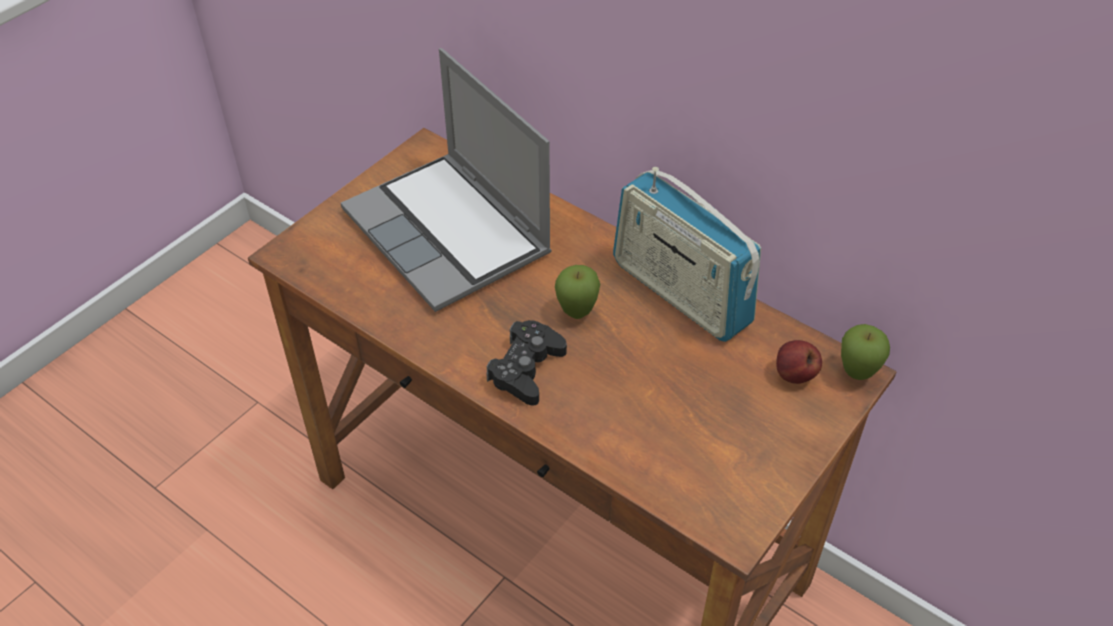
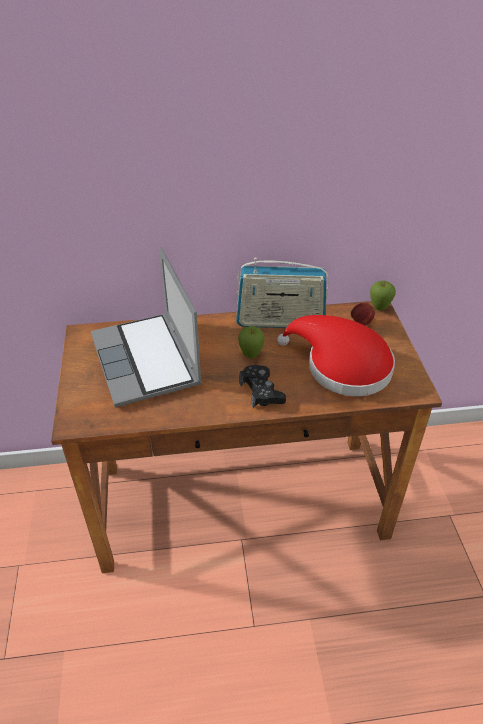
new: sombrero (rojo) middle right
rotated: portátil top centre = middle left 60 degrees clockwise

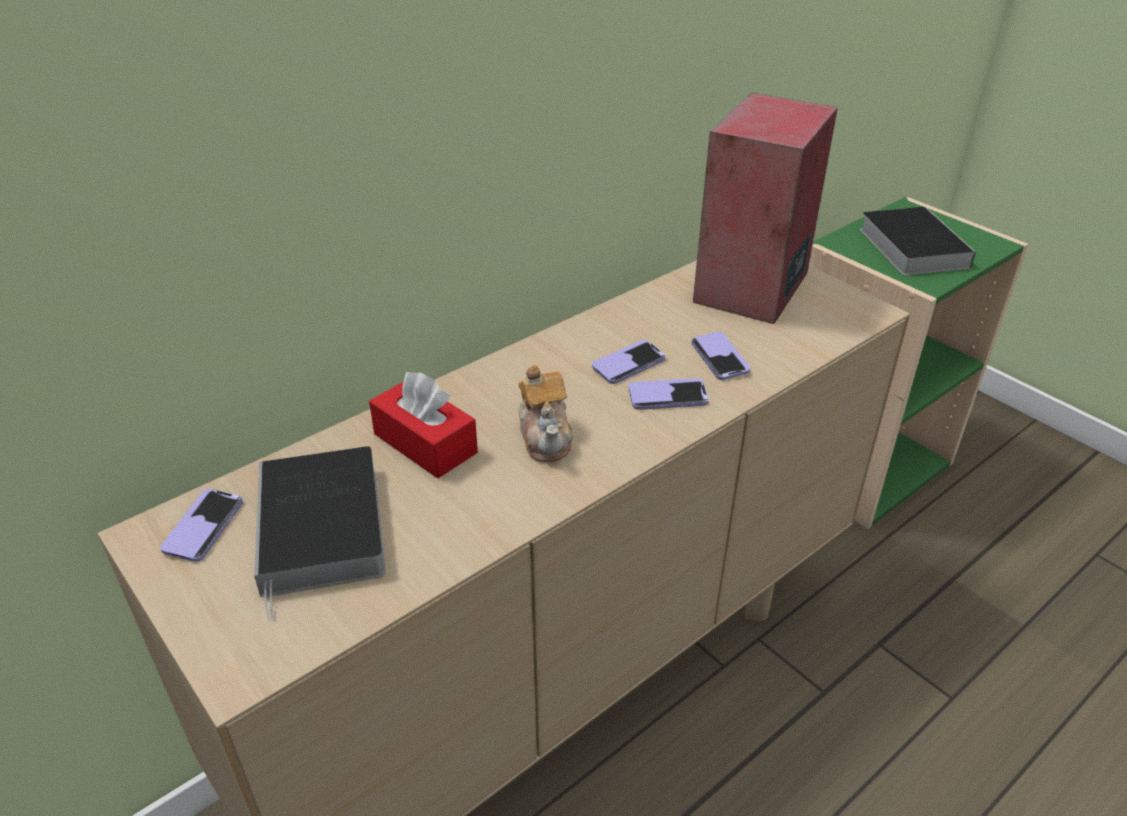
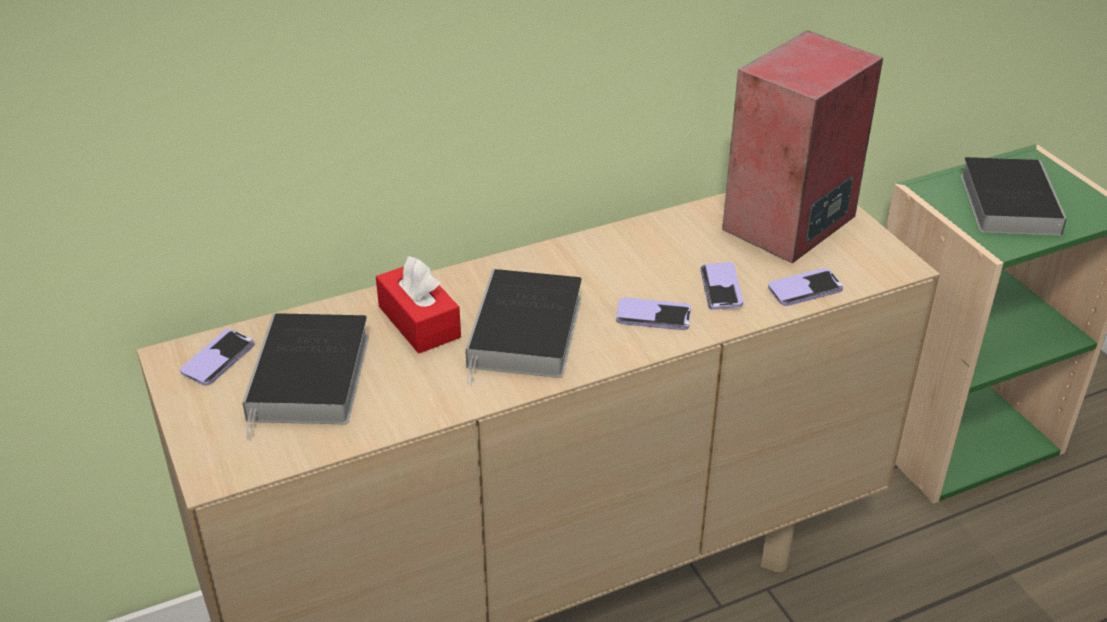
shifted: móvil (no. 2 from left in the first image) centre to móvil (no. 4 from left) middle right
swapped: tetera centre to libro (no. 2 from left) centre

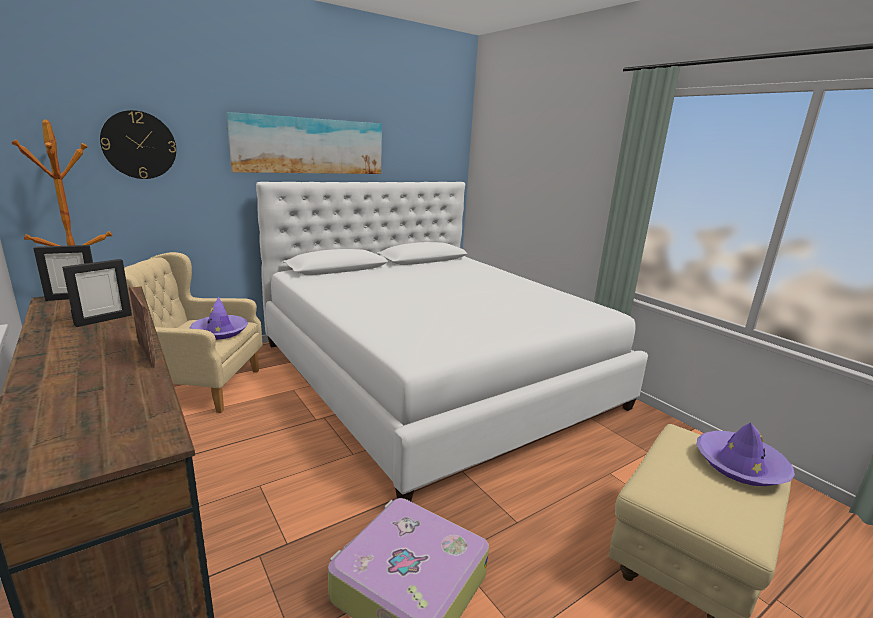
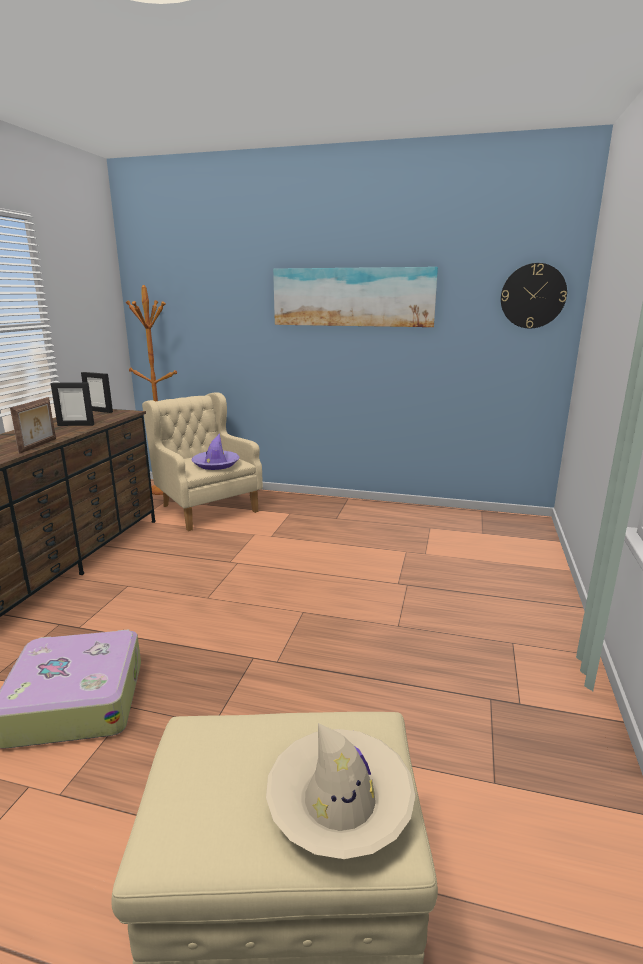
gone: cama (blanco) centre
shifted: reloj de pared top left to top right
repainted: sombrero (morado) (no. 2 from left) bottom right to sombrero (beis) bottom centre

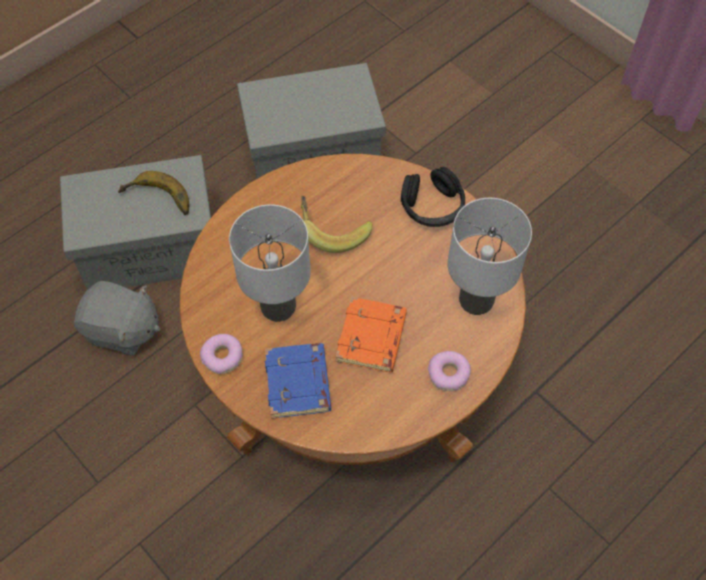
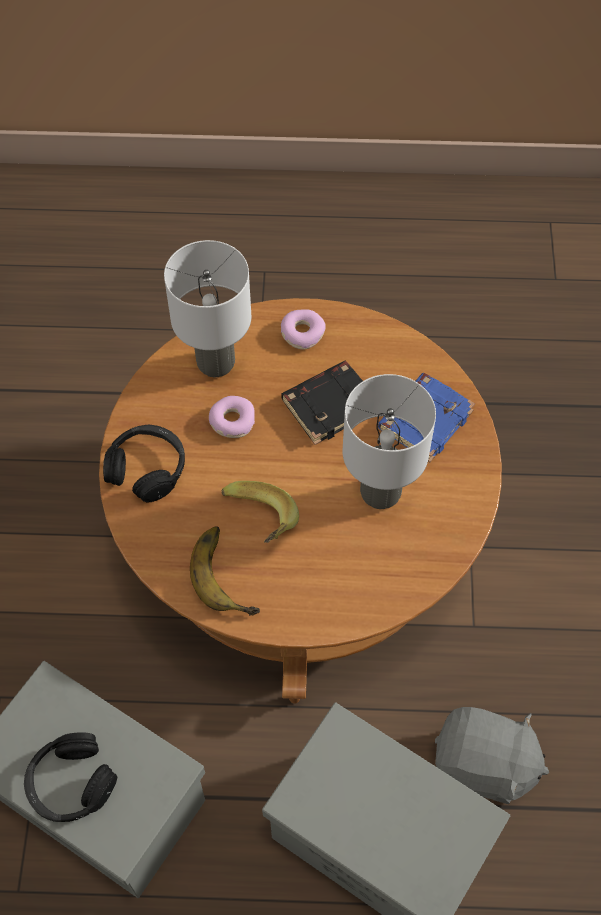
new: auriculares (negro) (no. 1 from left) bottom left
shifted: plátano (no. 1 from left) top left to centre; rosquilla (no. 1 from left) middle left to centre
repainted: libro (naranja) centre to libro (negro) centre
rotated: peluche (gris) middle left = bottom right 135 degrees clockwise

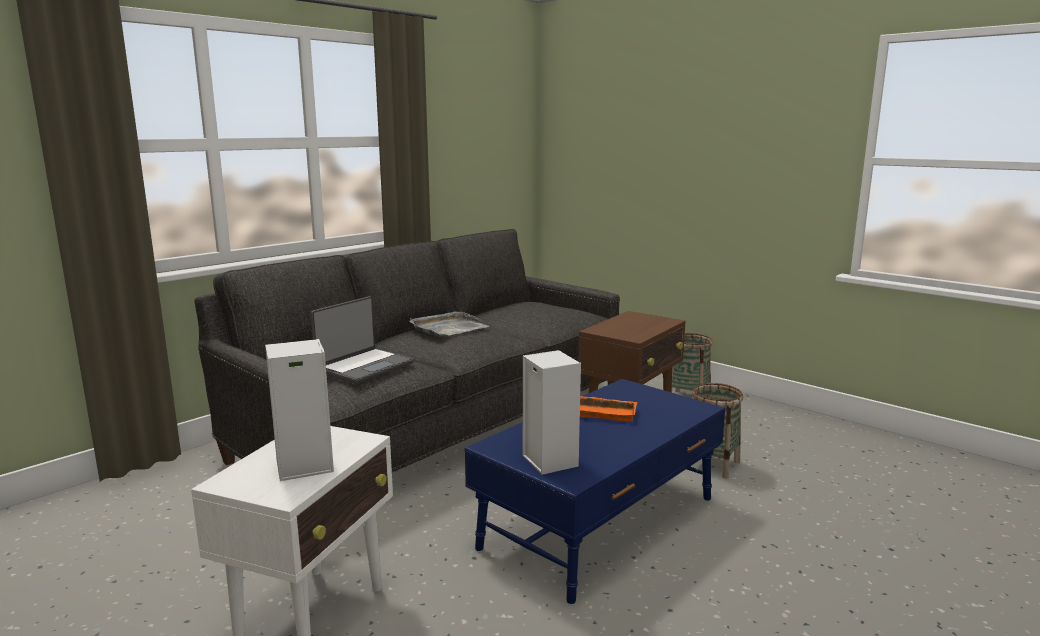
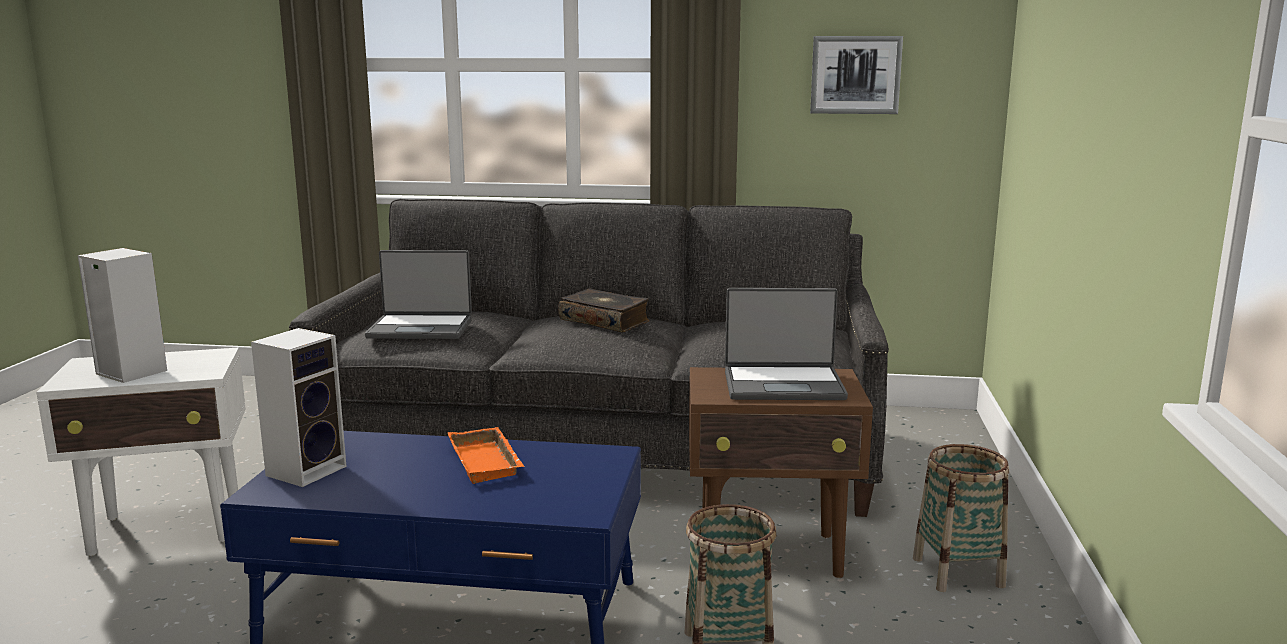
new: portátil (no. 2 from left) centre; cuadro top centre
swapped: bandeja (gris) centre to libro centre

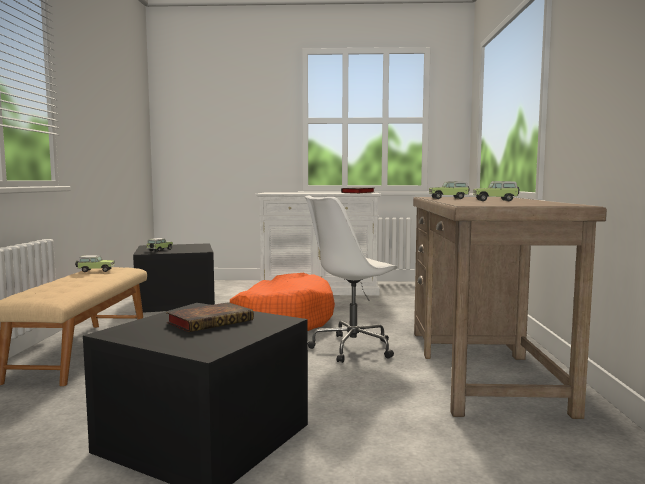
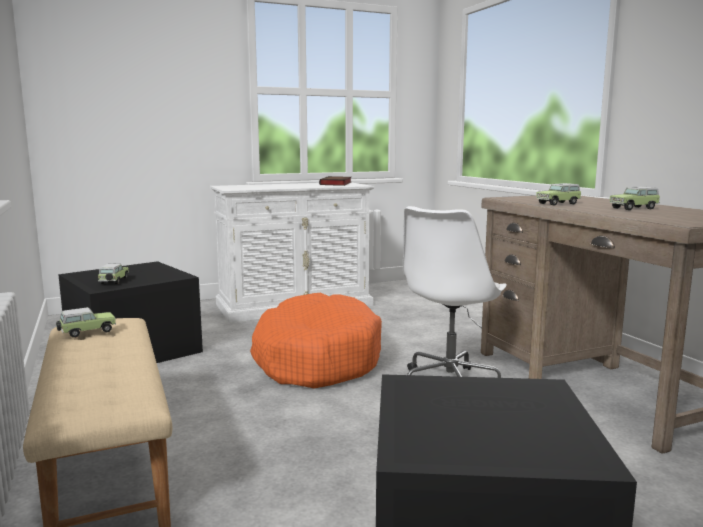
gone: libro (no. 1 from left) middle left

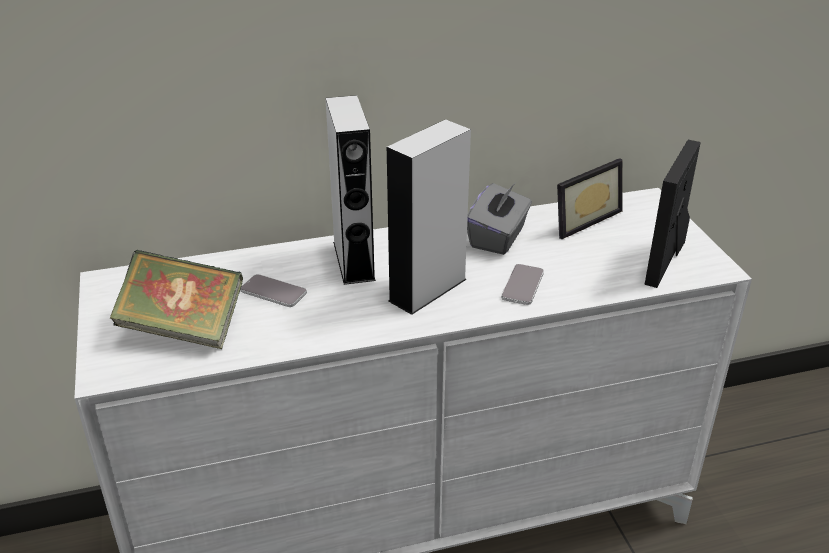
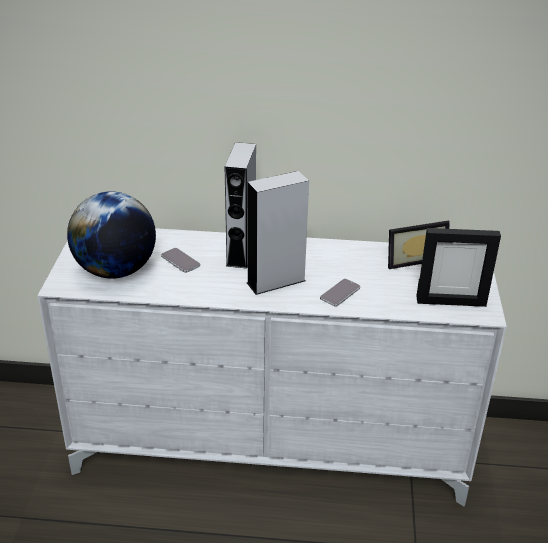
gone: caja de pañuelos (gris) centre
swapped: libro middle left to globo terráqueo middle left
rotated: portarretratos (no. 2 from left) middle right = middle right 135 degrees counterclockwise

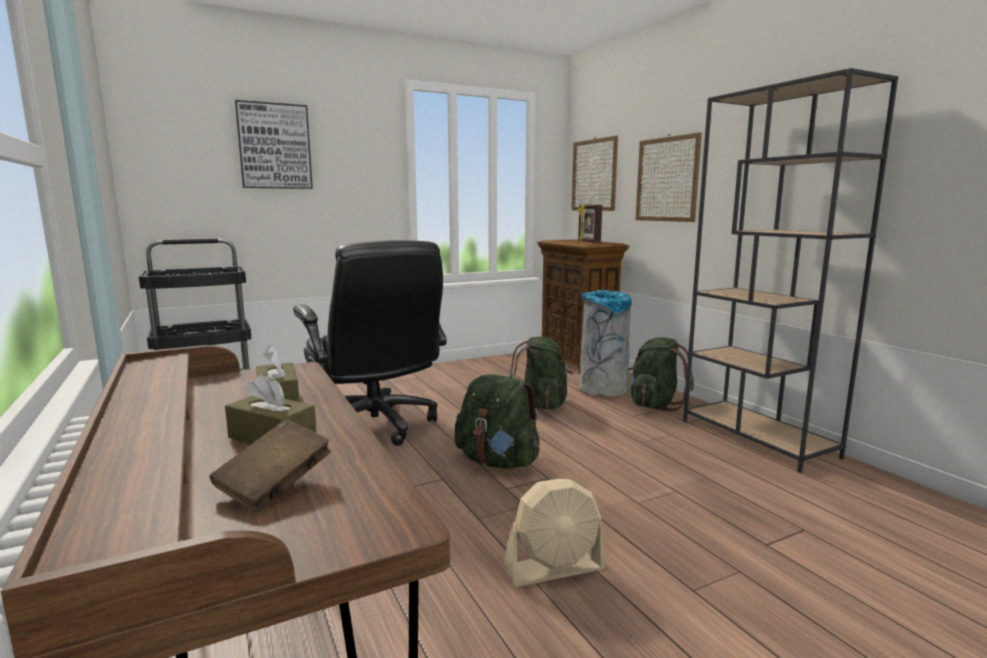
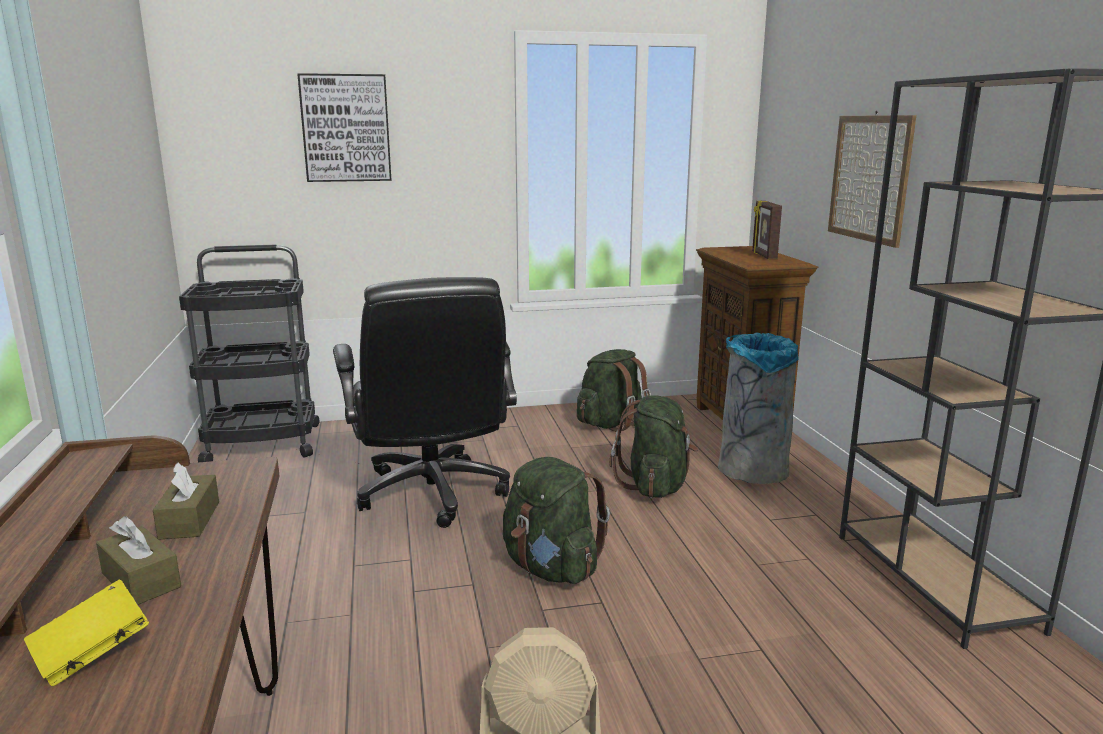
gone: cuadro (no. 2 from left) top centre
shifted: mochila (verde) (no. 3 from left in the first image) middle right to mochila (verde) (no. 2 from left) centre
repainted: libro (marrón) bottom left to libro (amarillo) bottom left

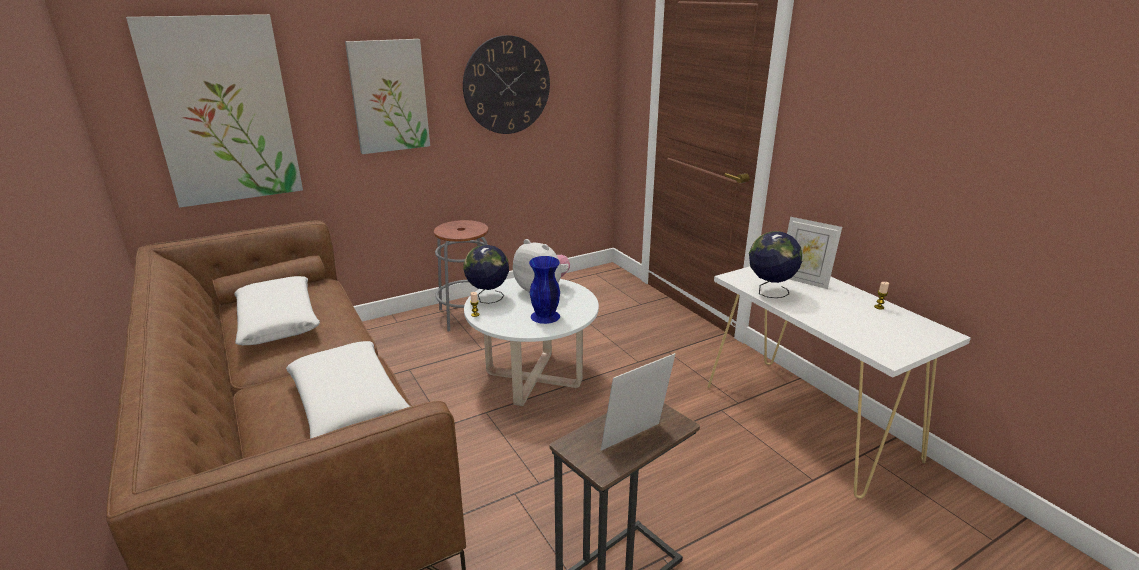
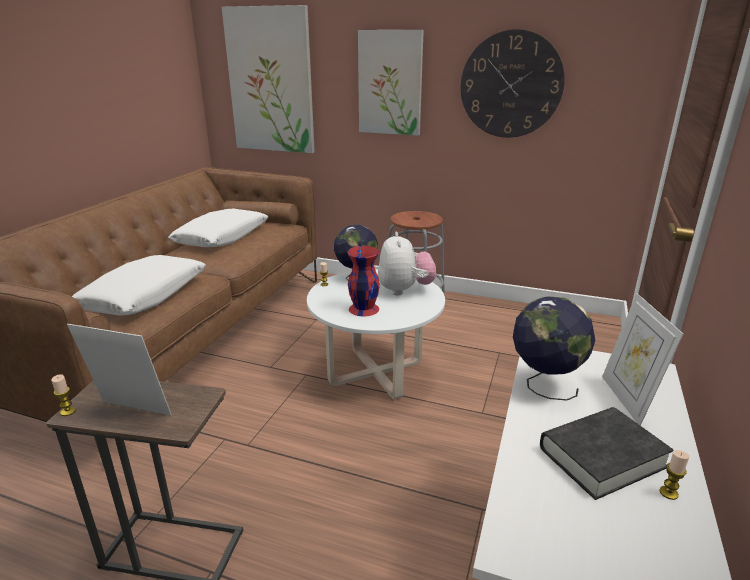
new: vela (no. 1 from left) bottom left; libro (negro) bottom right
repainted: florero (azul) centre to florero (rojo) centre

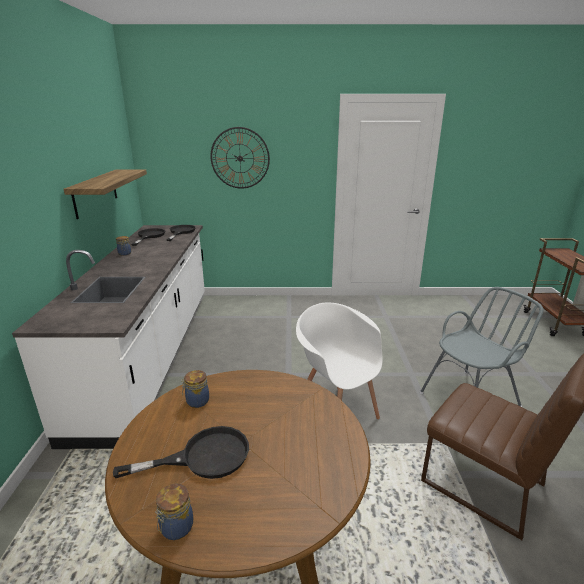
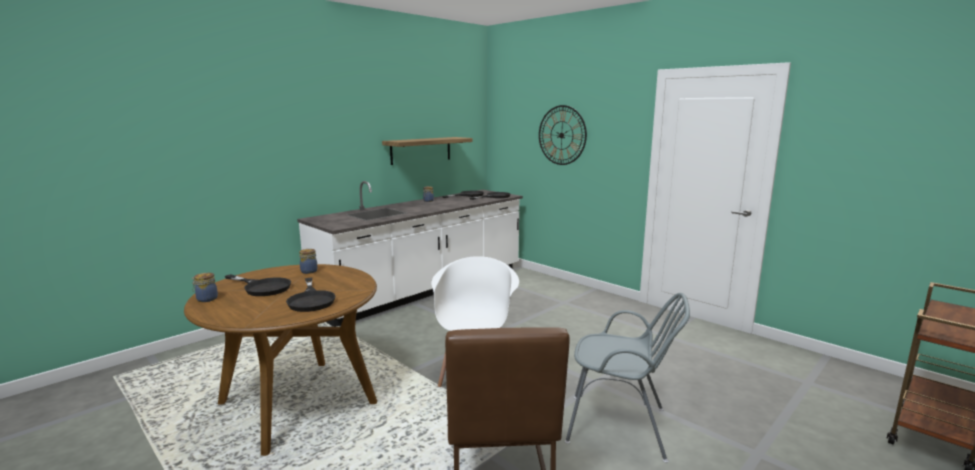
new: sartén (negro) (no. 2 from left) middle left

